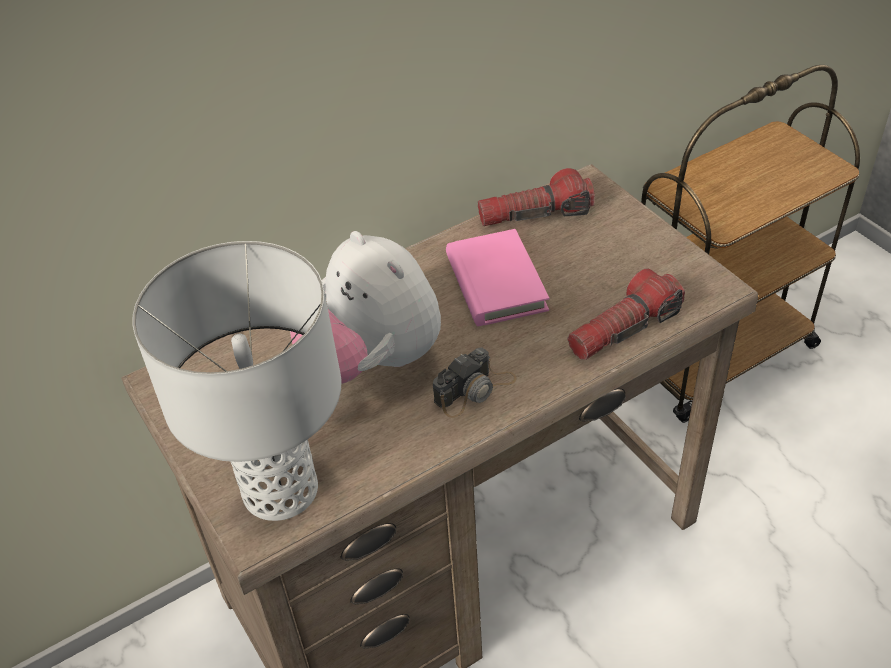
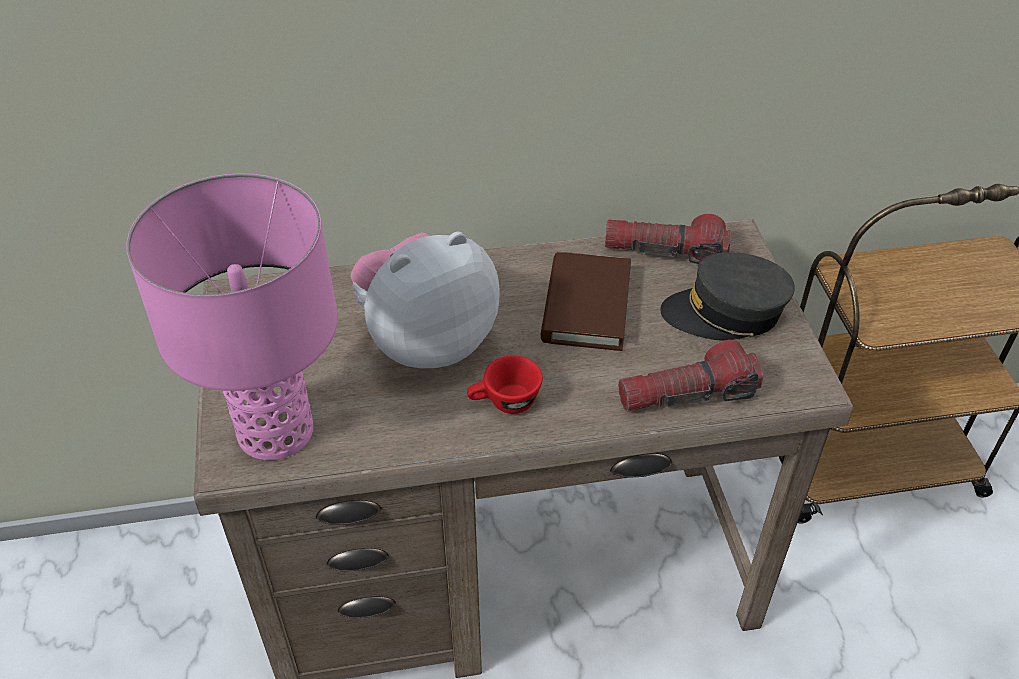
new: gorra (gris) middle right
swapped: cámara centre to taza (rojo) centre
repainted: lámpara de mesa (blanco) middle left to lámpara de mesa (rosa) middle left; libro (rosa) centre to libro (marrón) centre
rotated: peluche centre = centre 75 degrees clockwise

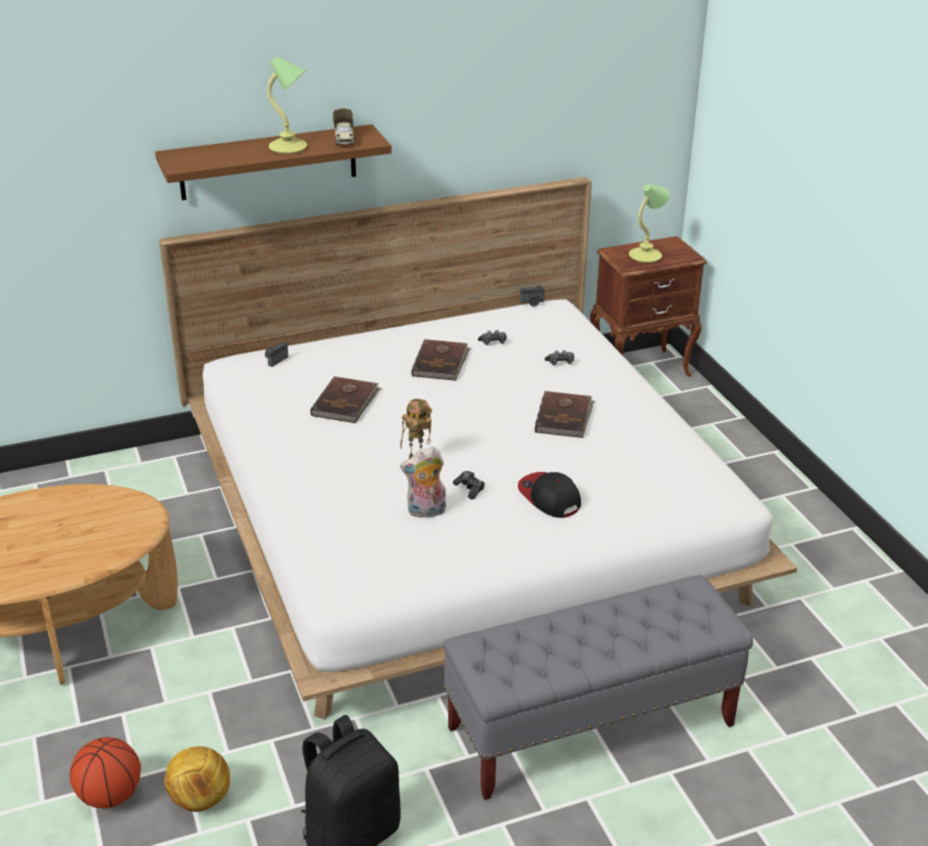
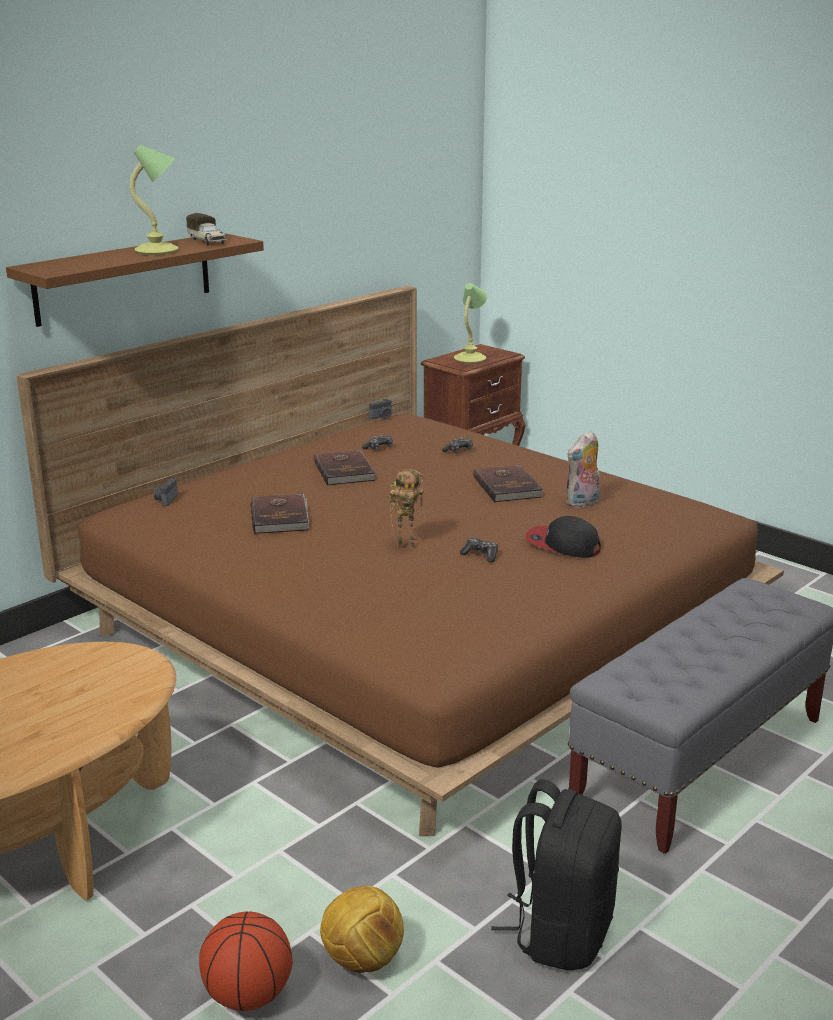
shifted: peluche centre to middle right
repainted: cama (blanco) centre to cama (marrón) centre

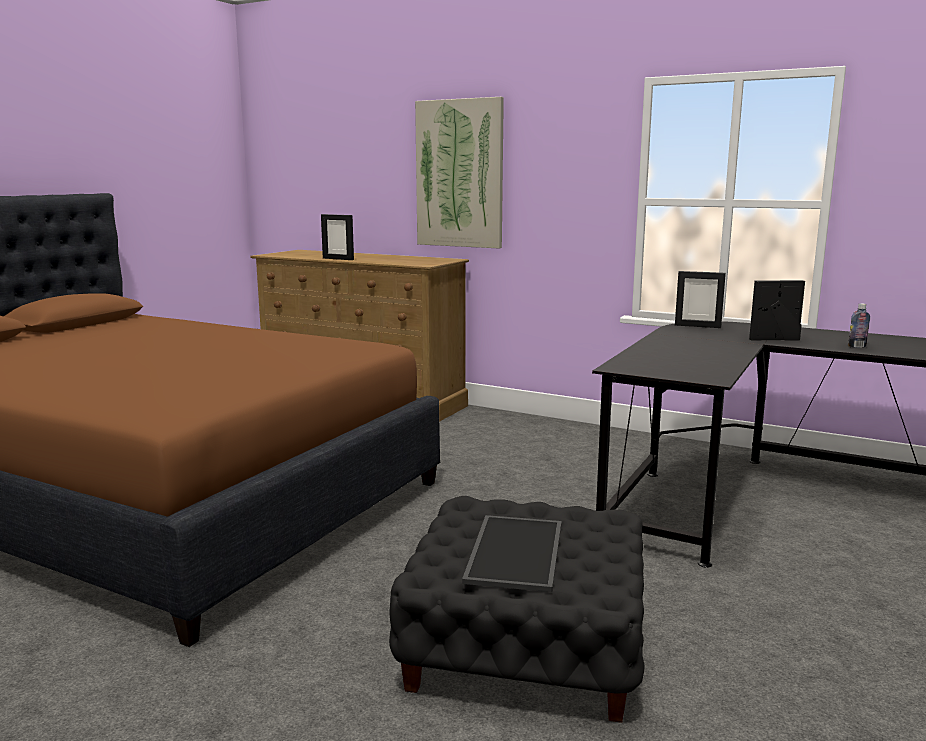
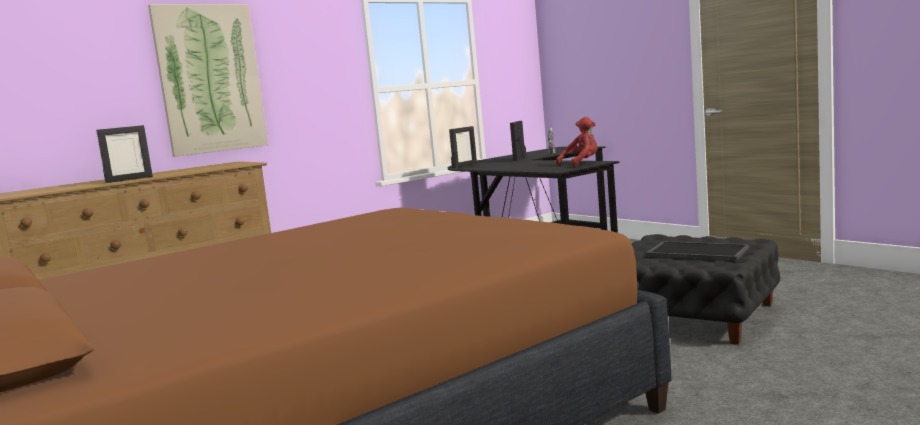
new: peluche (rojo) centre

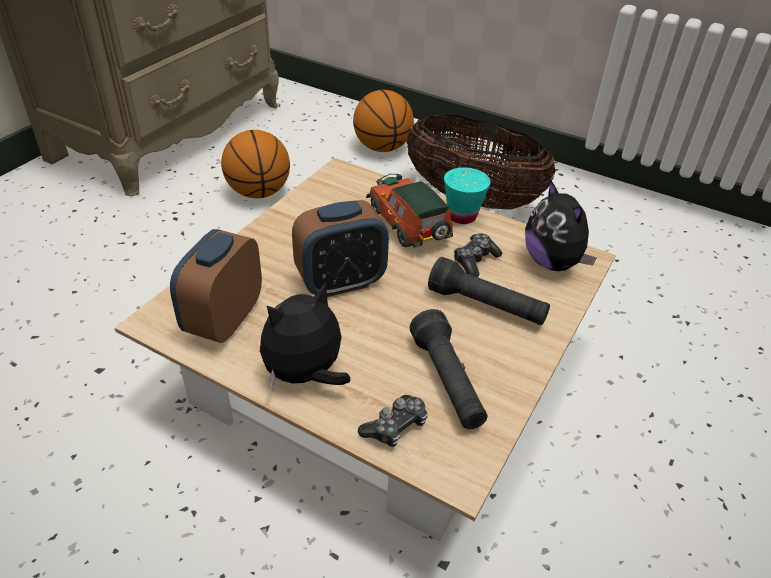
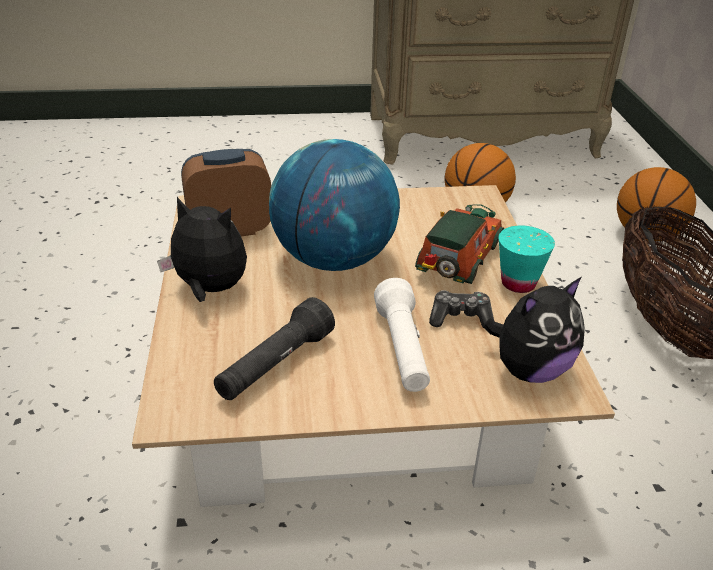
gone: mando de consola (no. 1 from left) bottom centre
swapped: despertador (no. 2 from left) centre to globo terráqueo centre
repainted: linterna (negro) (no. 2 from left) centre to linterna (blanco) centre
rotated: peluche (no. 2 from left) middle right = middle right 150 degrees counterclockwise

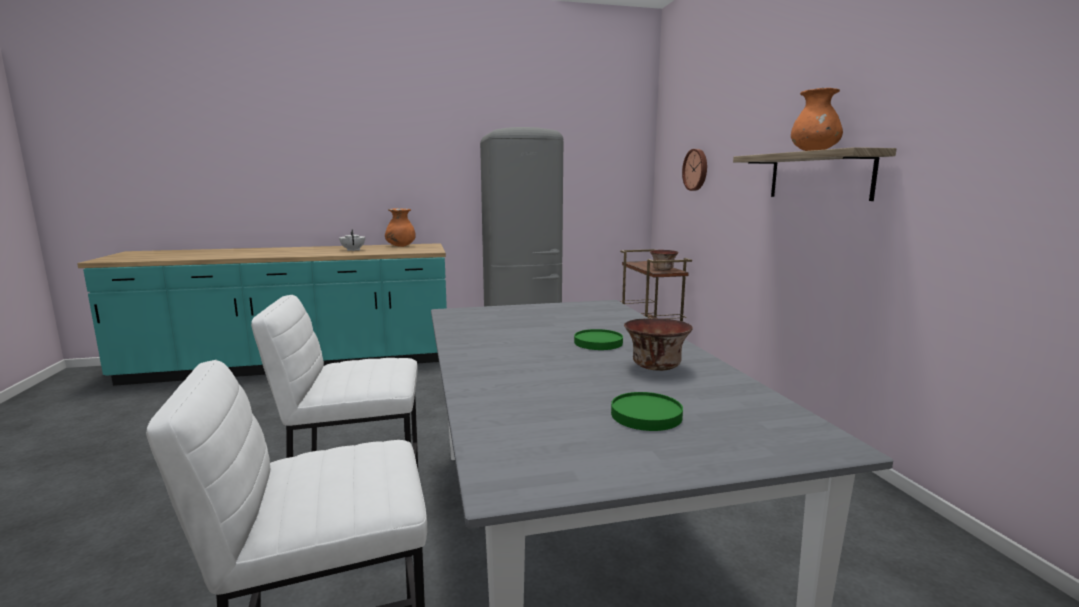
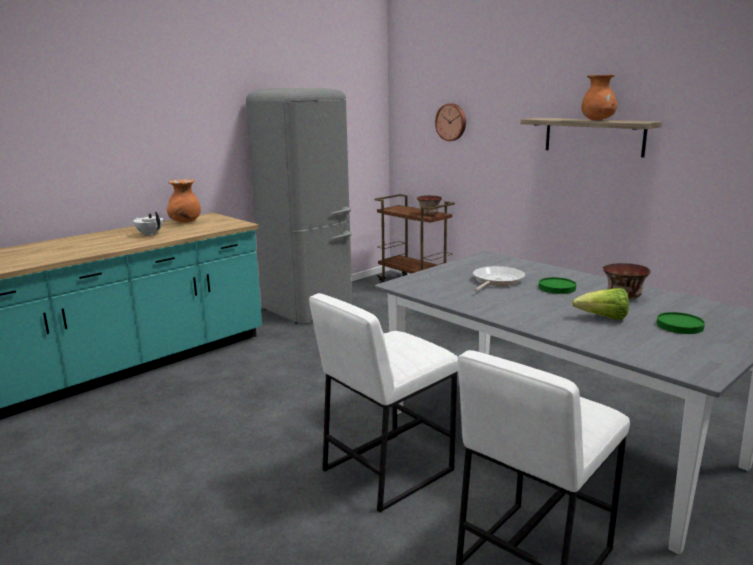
new: sartén centre; lechuga middle right

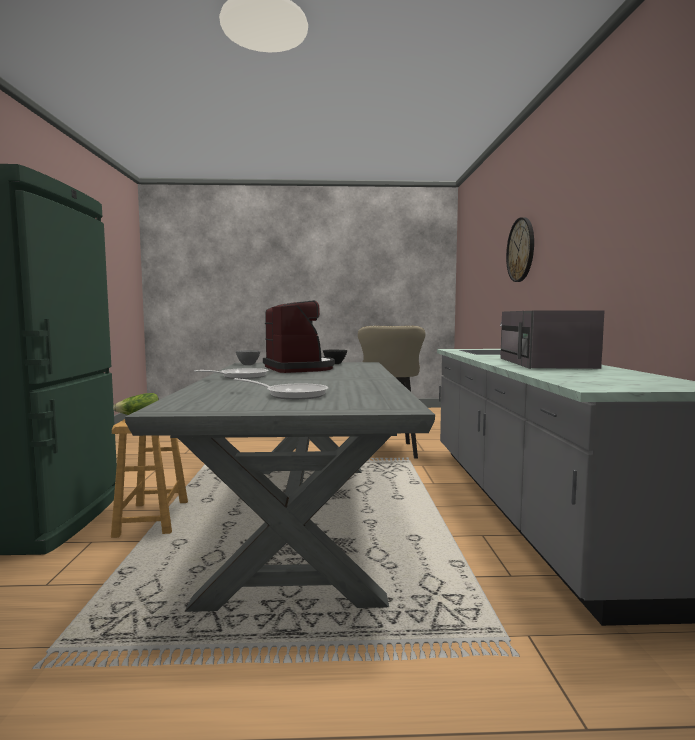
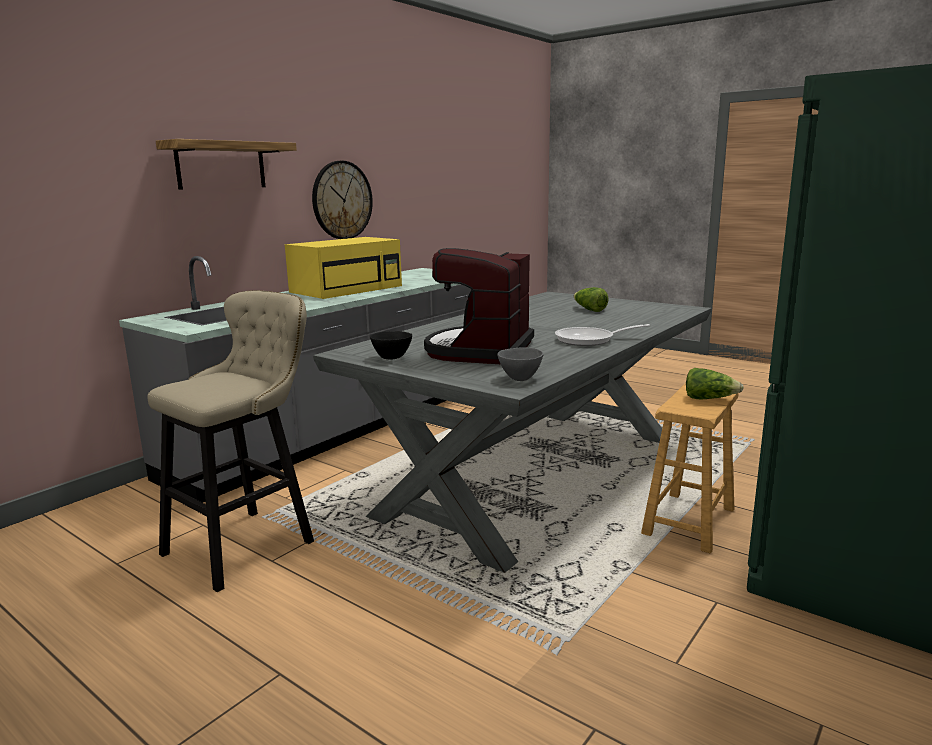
new: estante top left
shifted: reloj de pared middle right to top centre
swapped: sartén (no. 2 from left) centre to lechuga (no. 1 from left) centre
repainted: microondas (gris) middle right to microondas (amarillo) centre

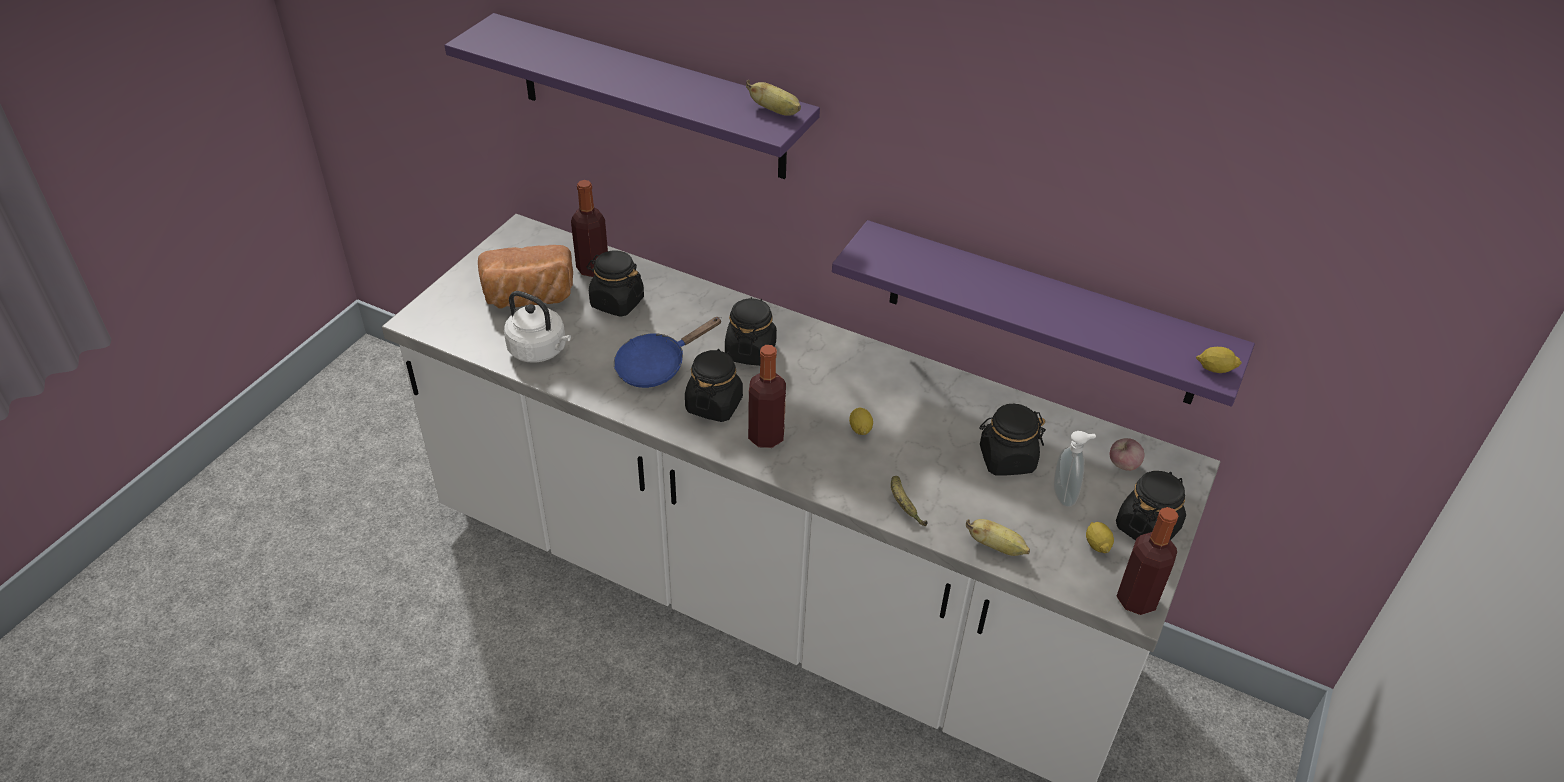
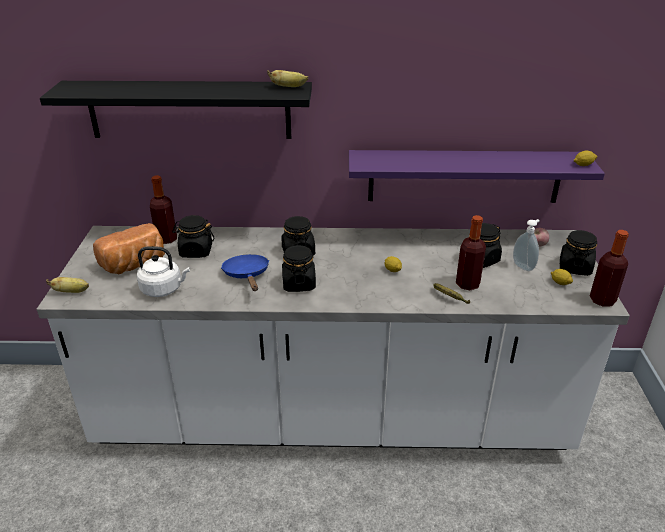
shifted: plátano (no. 3 from left in the first image) bottom centre to plátano (no. 1 from left) middle left; botella (no. 2 from left) centre to middle right
repainted: estante (morado) (no. 1 from left) top centre to estante (negro) top left
rotated: sartén (azul) centre = centre 135 degrees clockwise

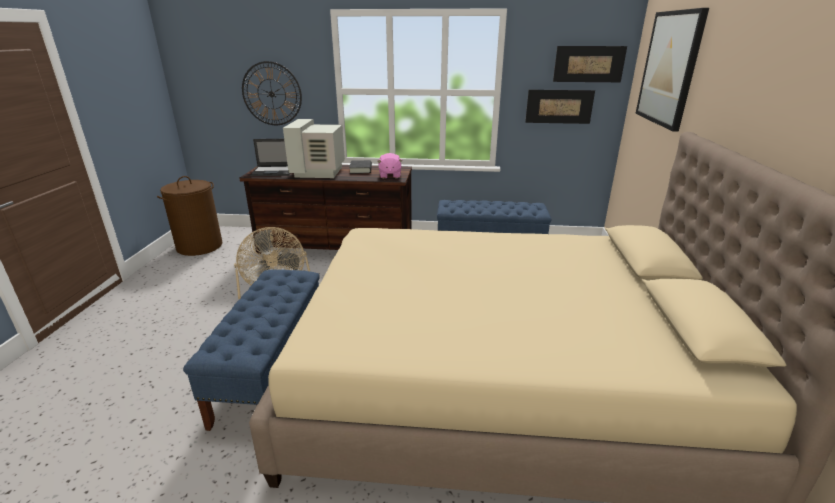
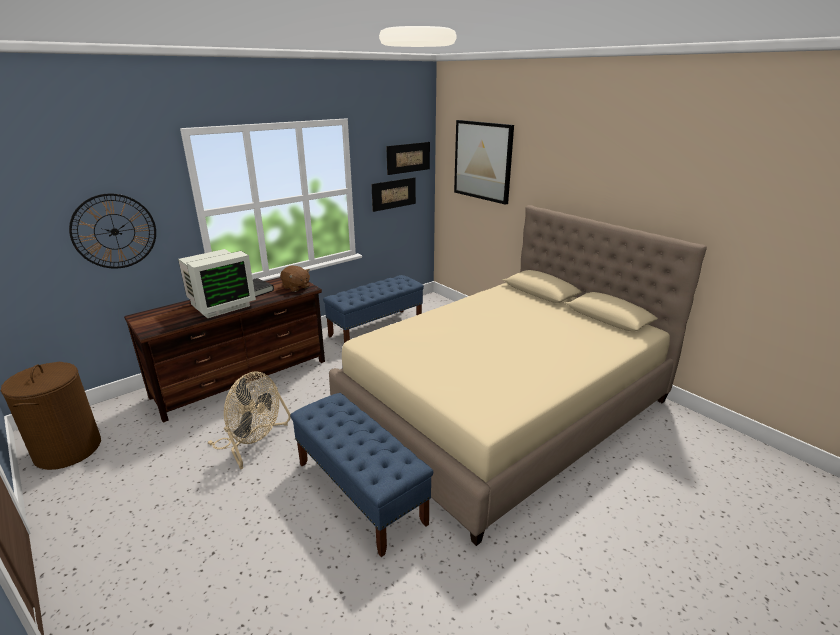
gone: portátil top left
repainted: peluche (rosa) top centre to peluche (marrón) centre
rotated: monitor top centre = middle left 90 degrees counterclockwise

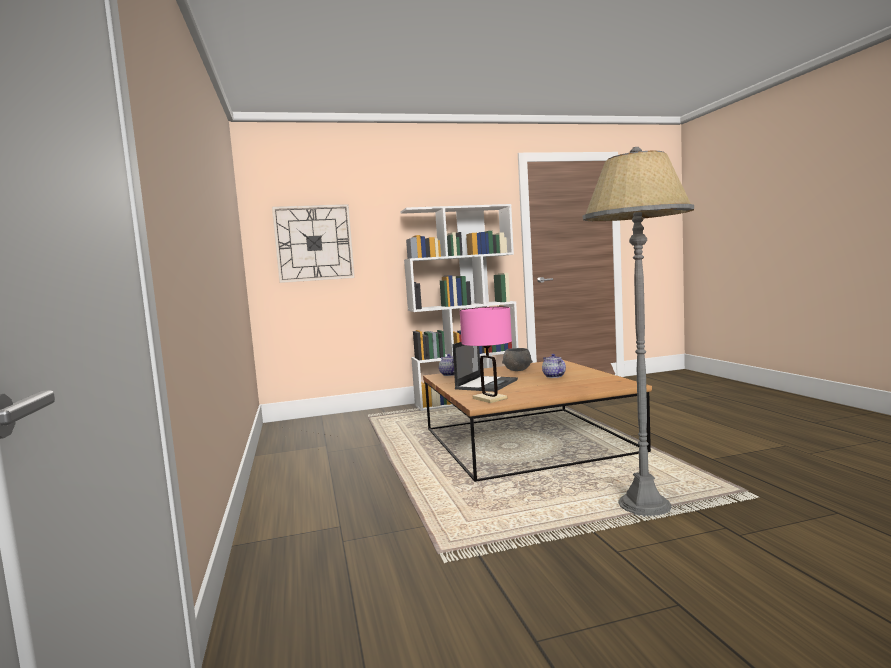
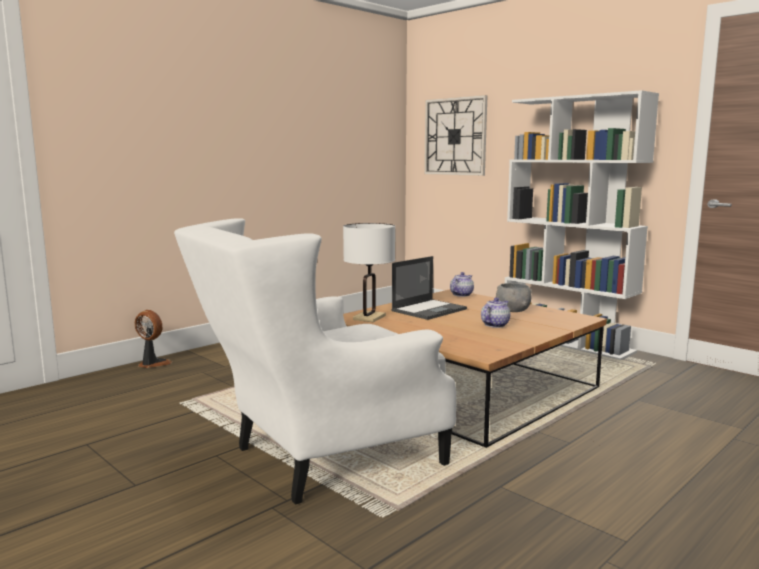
new: ventilador middle left
swapped: lámpara de pie (gris) middle right to sillón (blanco) centre
repainted: lámpara de mesa (rosa) centre to lámpara de mesa (blanco) centre
rotated: portátil centre = centre 45 degrees counterclockwise

